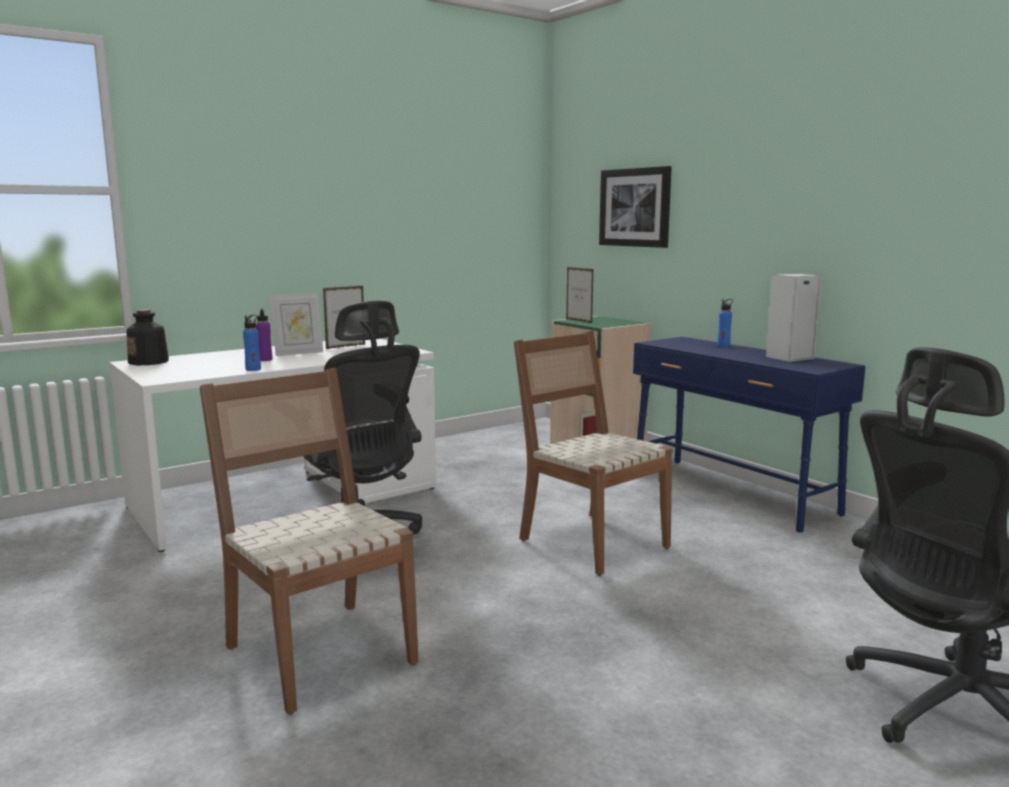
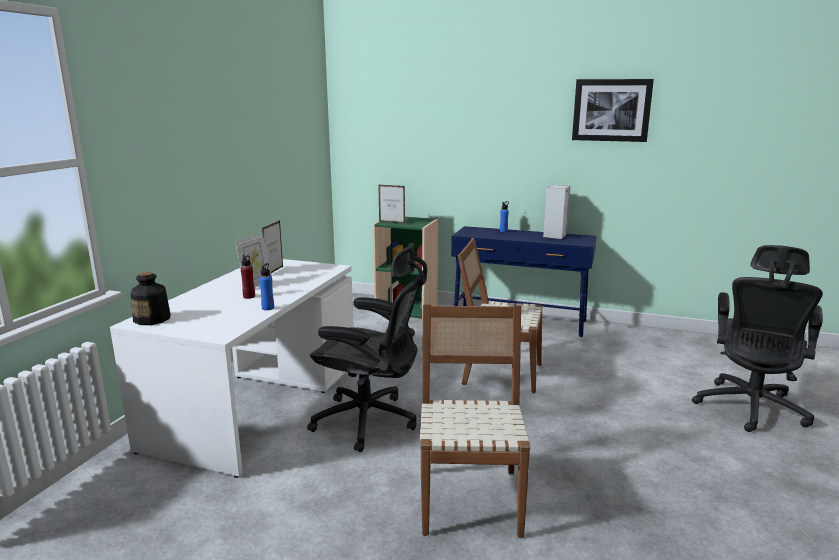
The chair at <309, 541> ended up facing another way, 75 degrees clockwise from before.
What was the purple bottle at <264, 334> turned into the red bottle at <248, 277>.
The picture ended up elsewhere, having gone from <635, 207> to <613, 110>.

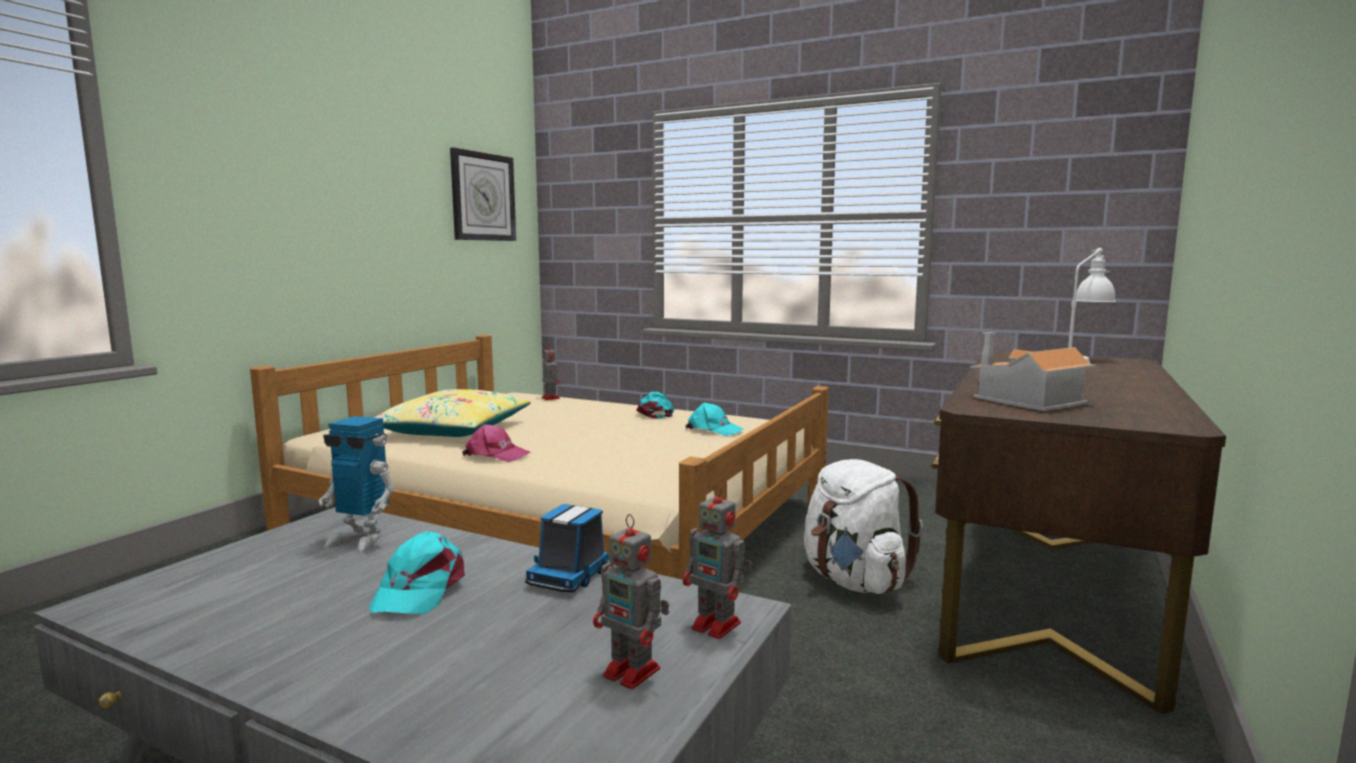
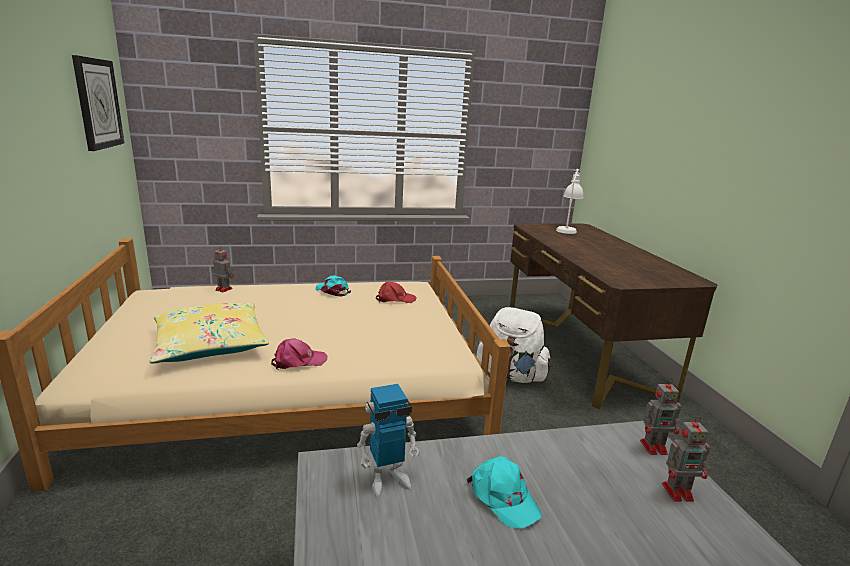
The second view lost the model truck at <567, 548>.
What was the blue-green baseball cap at <714, 419> turned into the red baseball cap at <396, 292>.
The second view lost the miniature house at <1033, 371>.

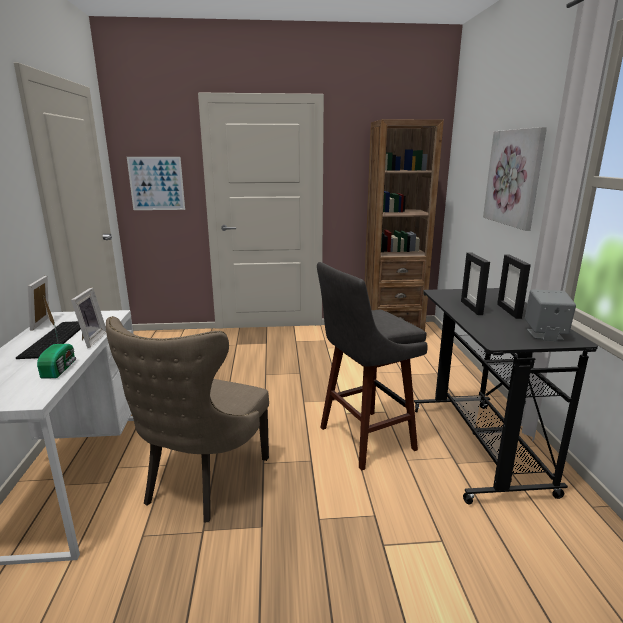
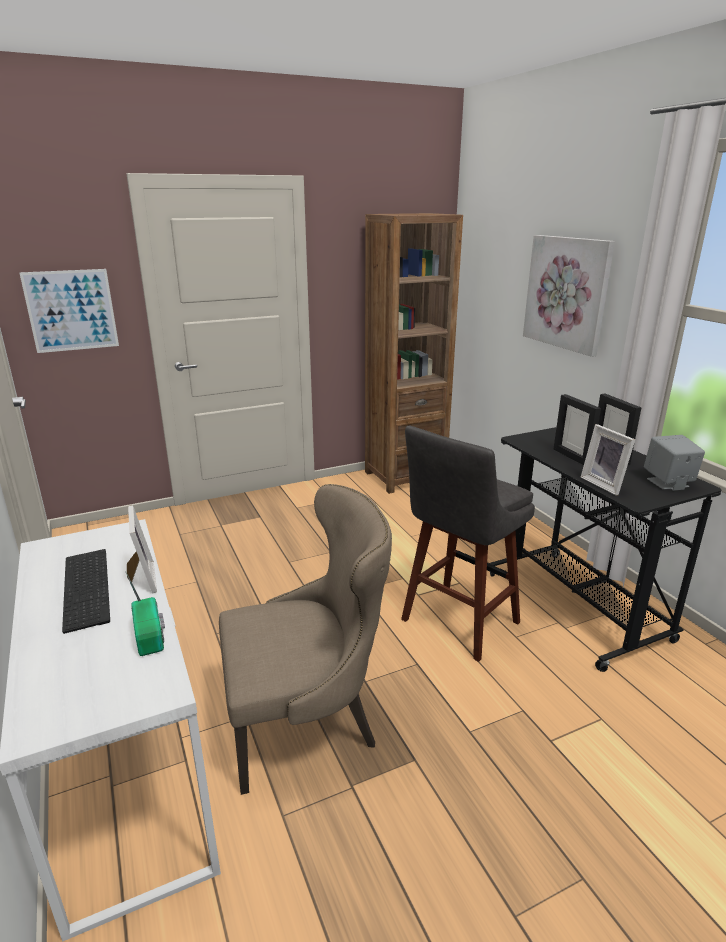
The picture frame ended up elsewhere, having gone from <41, 303> to <608, 460>.
The sand-coloured chair at <187, 419> ended up facing another way, 105 degrees counterclockwise from before.

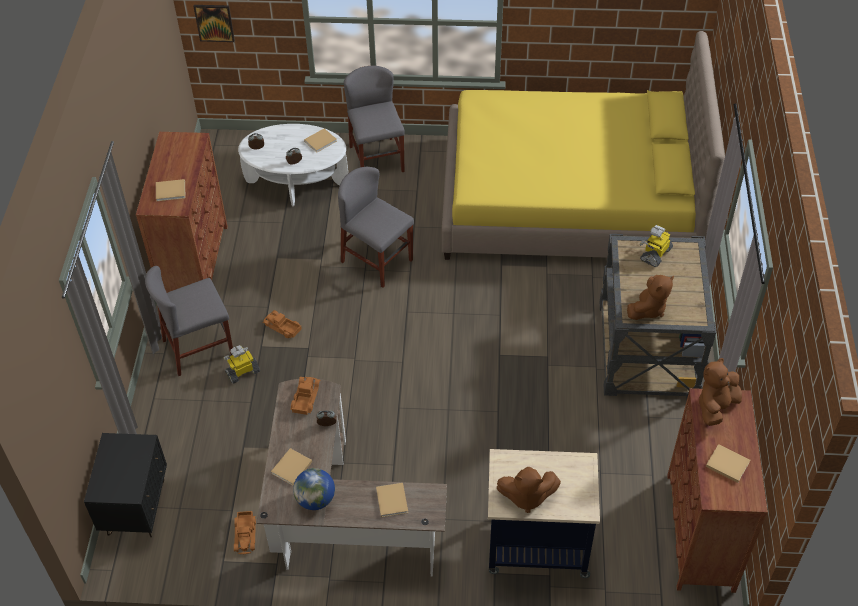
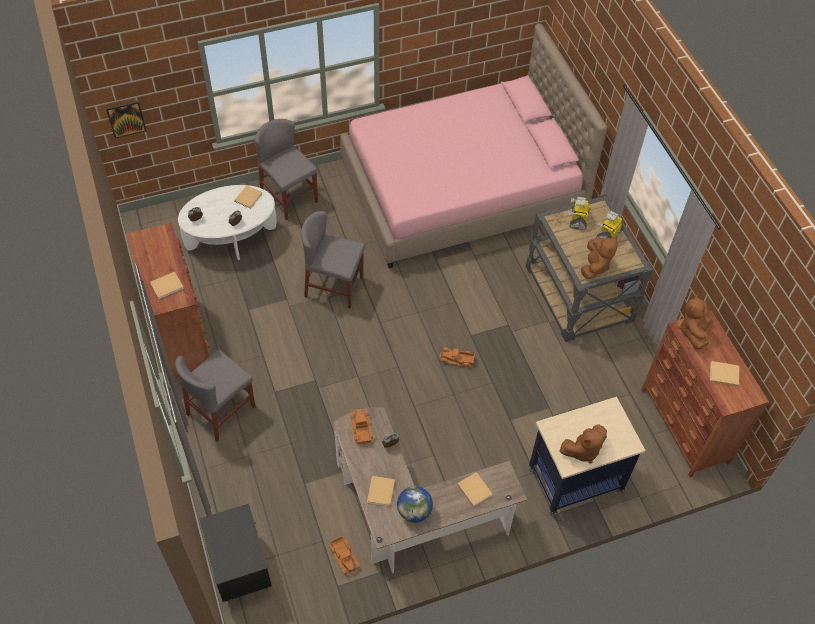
The model robot ended up elsewhere, having gone from <241, 364> to <610, 225>.
The model truck ended up elsewhere, having gone from <282, 324> to <457, 357>.
What was the yellow-coloured bedroom bed at <583, 145> turned into the pinkish bedroom bed at <474, 146>.

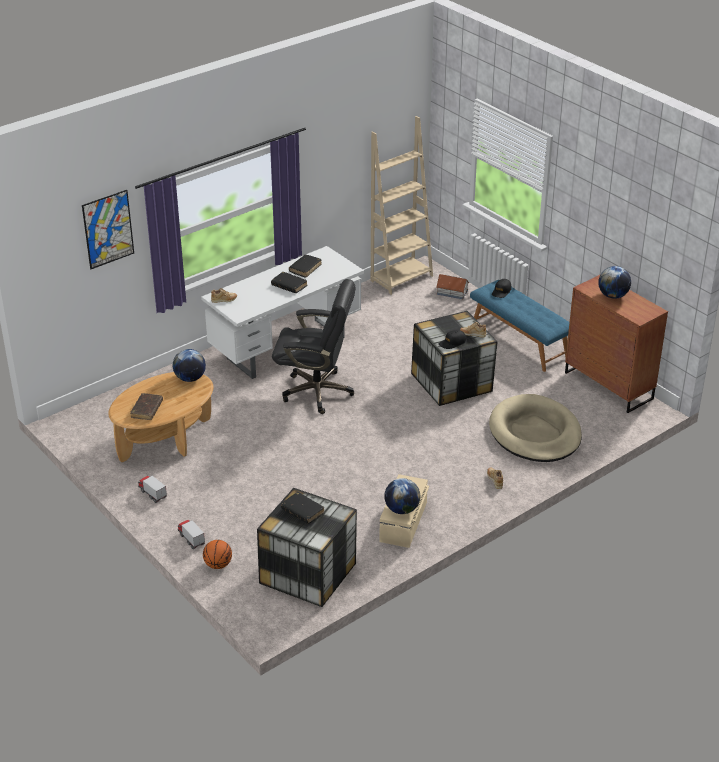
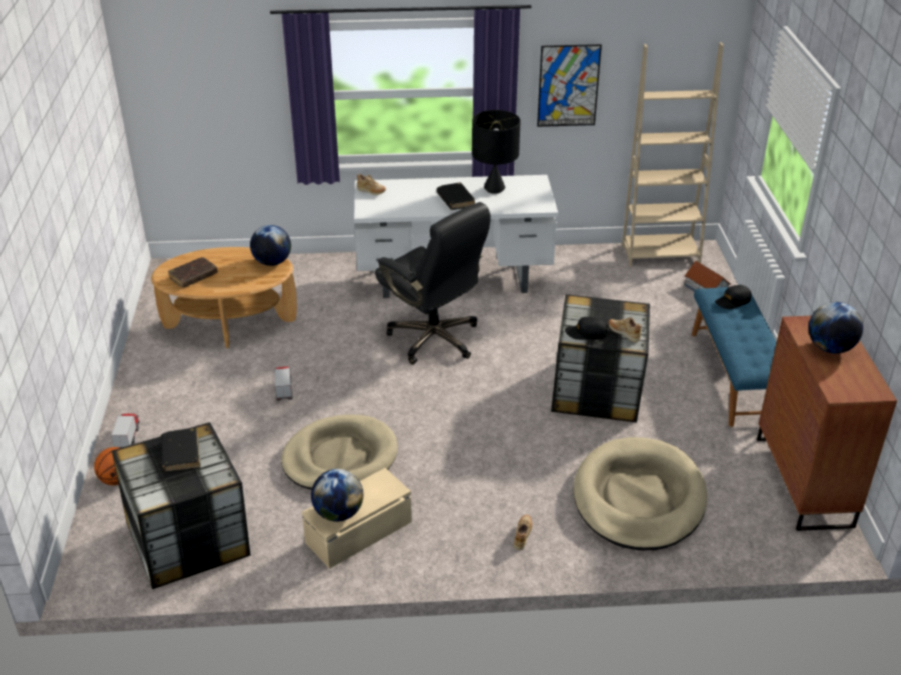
The picture ended up elsewhere, having gone from <108, 229> to <569, 85>.
The model truck ended up elsewhere, having gone from <152, 489> to <283, 384>.
Where the black-coloured bound book stood at <305, 266>, the black-coloured lamp for a table came to stand at <496, 152>.
The second view gained the sand-coloured dog cushion at <339, 452>.

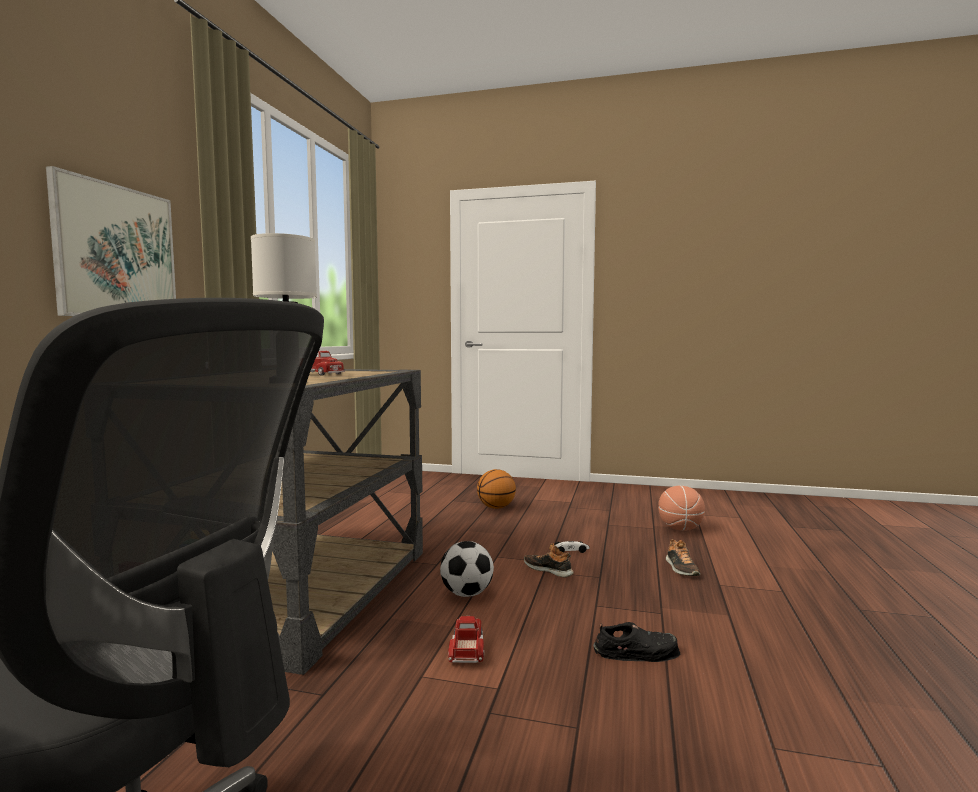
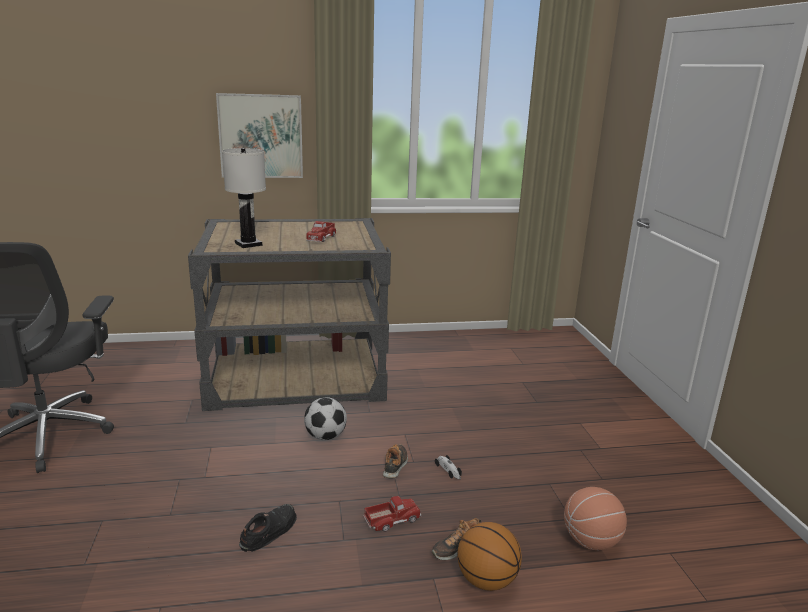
The model truck ended up elsewhere, having gone from <466, 639> to <392, 514>.
The basketball ended up elsewhere, having gone from <496, 489> to <489, 556>.
The black-coloured shoe at <636, 642> ended up facing another way, 120 degrees counterclockwise from before.

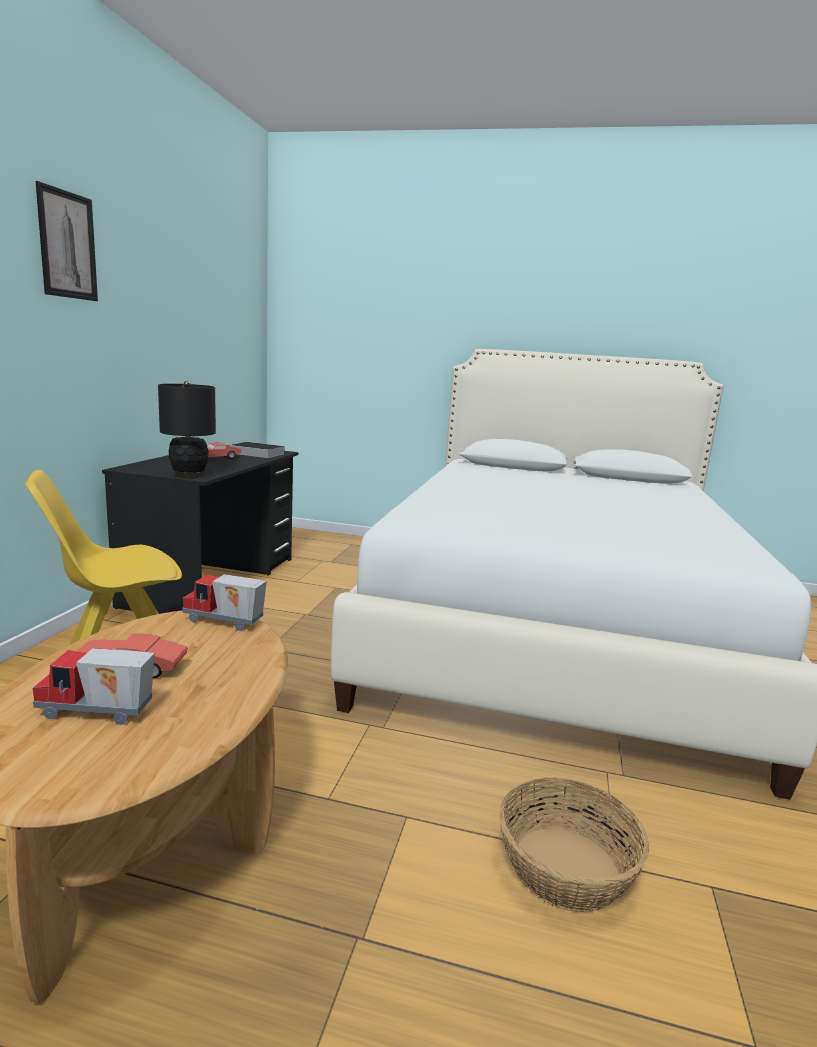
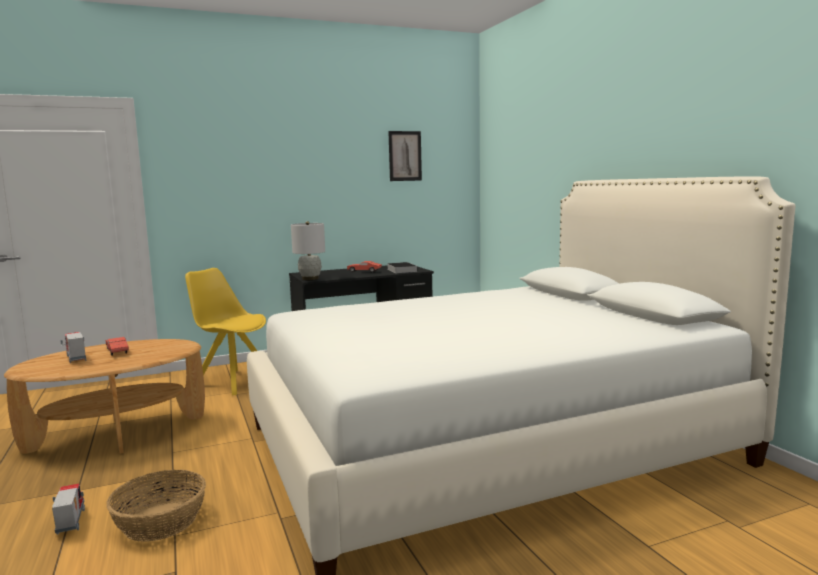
The picture ended up elsewhere, having gone from <67, 241> to <405, 156>.
What was the black-coloured lamp for a table at <187, 429> turned into the whitish lamp for a table at <308, 250>.
The model truck ended up elsewhere, having gone from <224, 602> to <68, 509>.

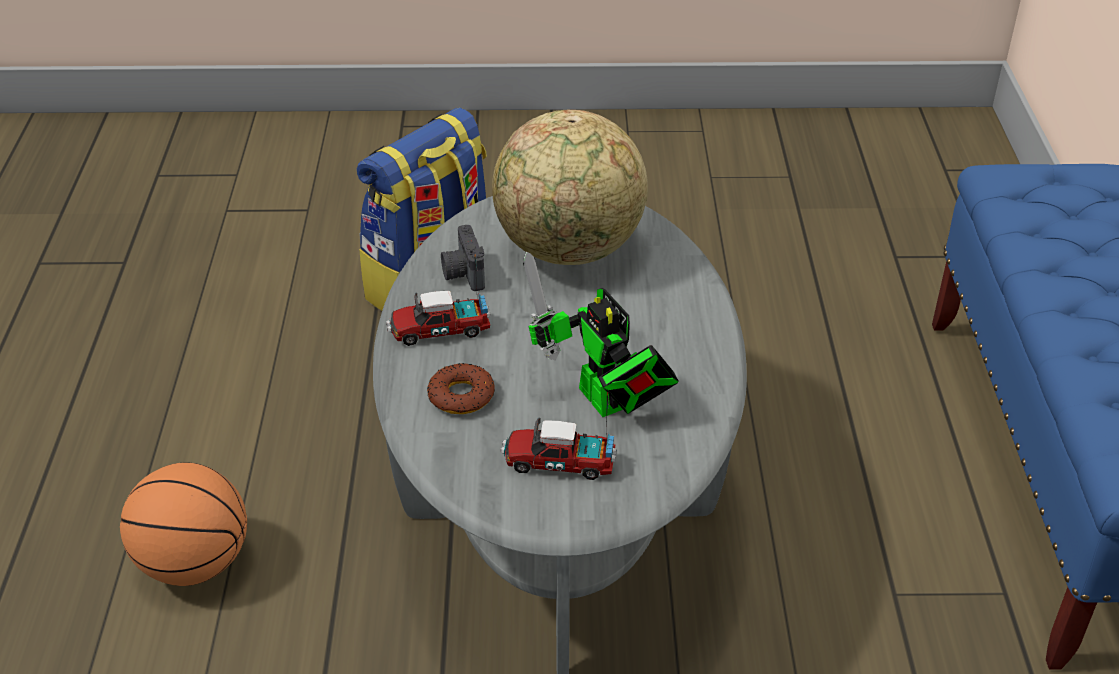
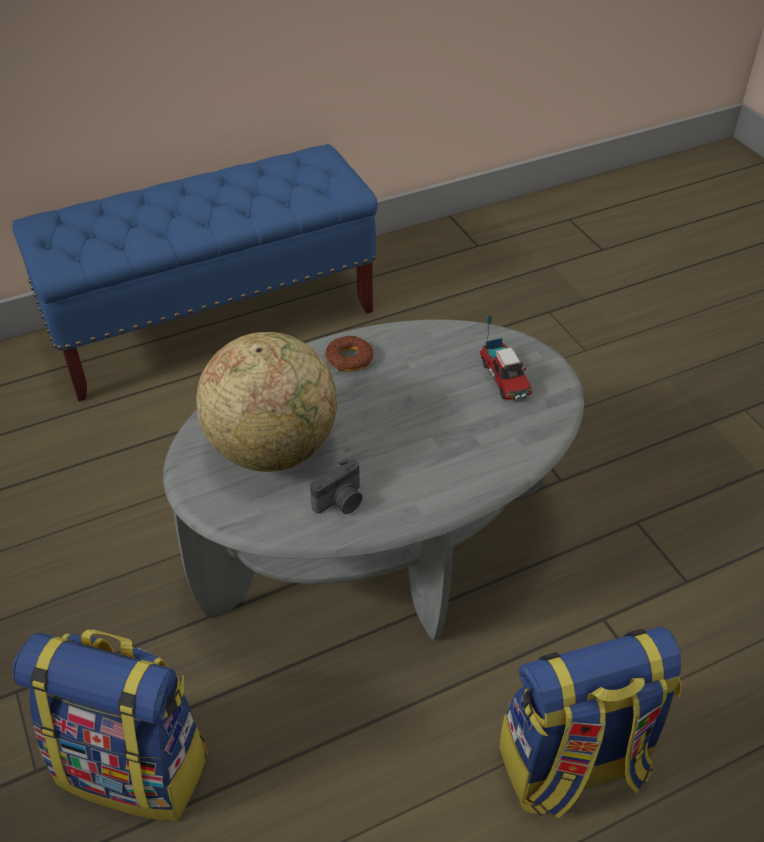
Where the basketball stood at <183, 524>, the rucksack came to stand at <590, 722>.
The second view lost the model truck at <438, 300>.
The donut ended up elsewhere, having gone from <461, 388> to <349, 354>.
The second view lost the model robot at <601, 334>.

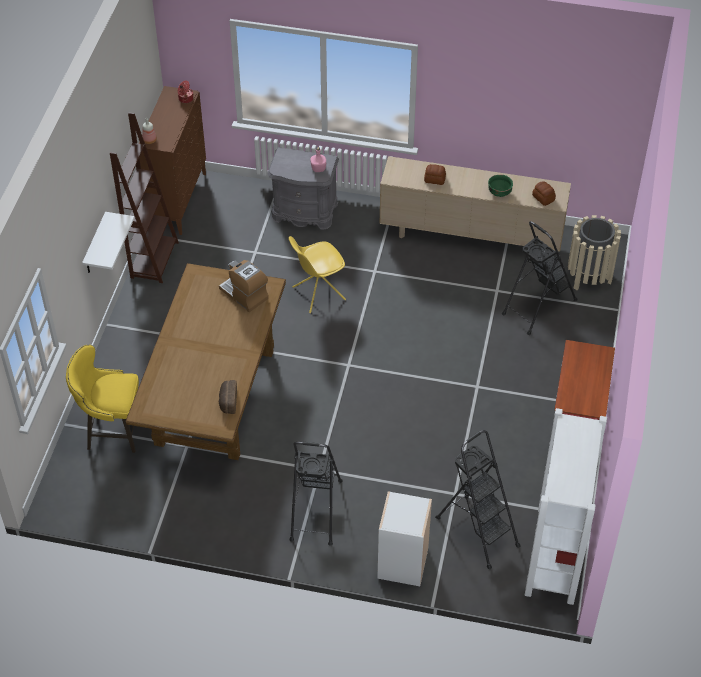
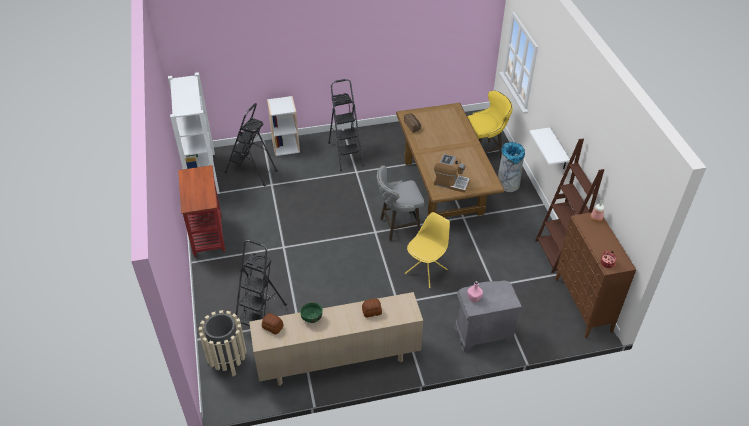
The second view gained the grey stool at <400, 203>.
The second view gained the grey waste bin at <511, 167>.

